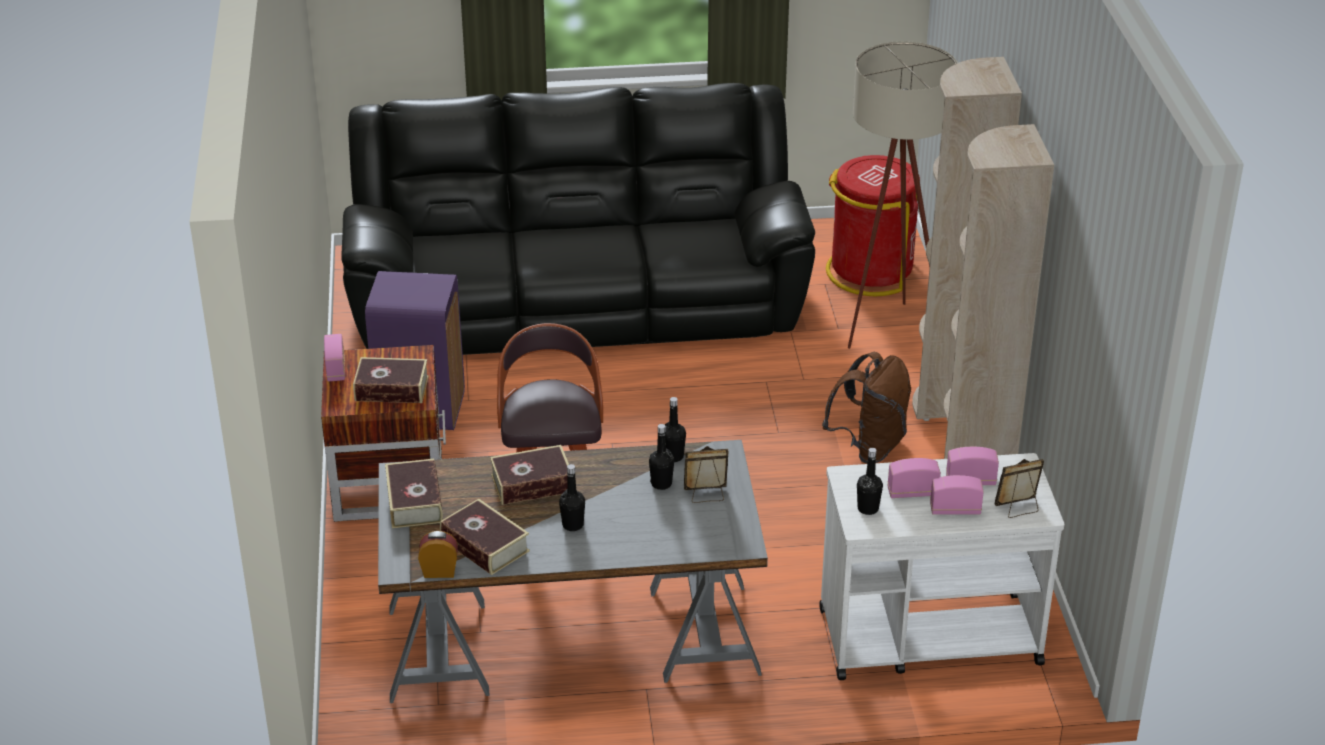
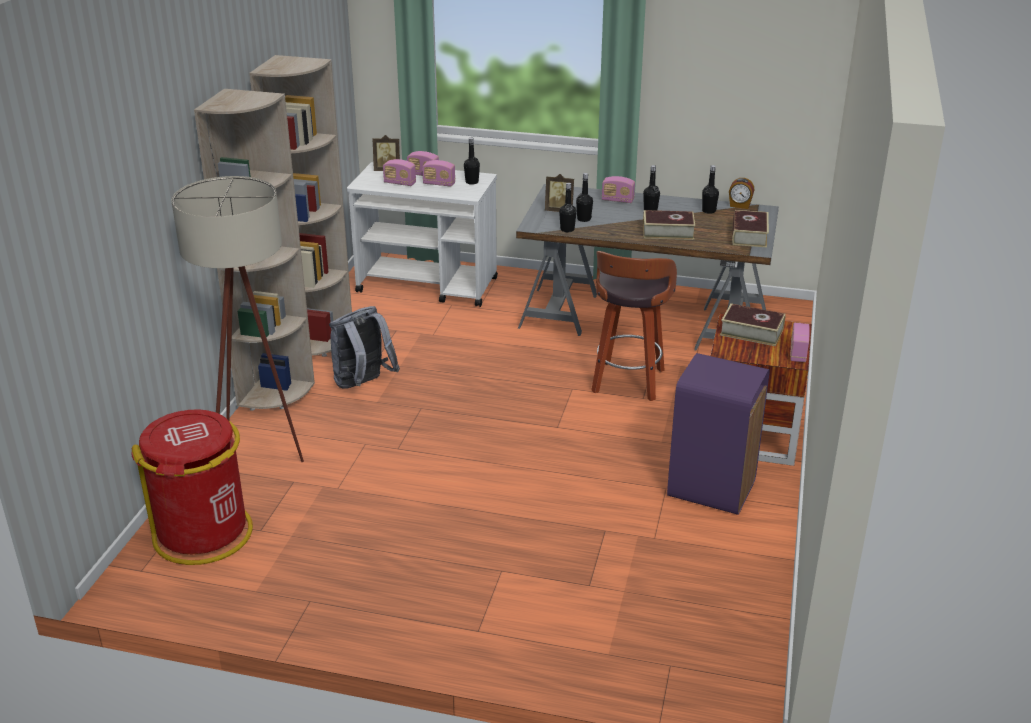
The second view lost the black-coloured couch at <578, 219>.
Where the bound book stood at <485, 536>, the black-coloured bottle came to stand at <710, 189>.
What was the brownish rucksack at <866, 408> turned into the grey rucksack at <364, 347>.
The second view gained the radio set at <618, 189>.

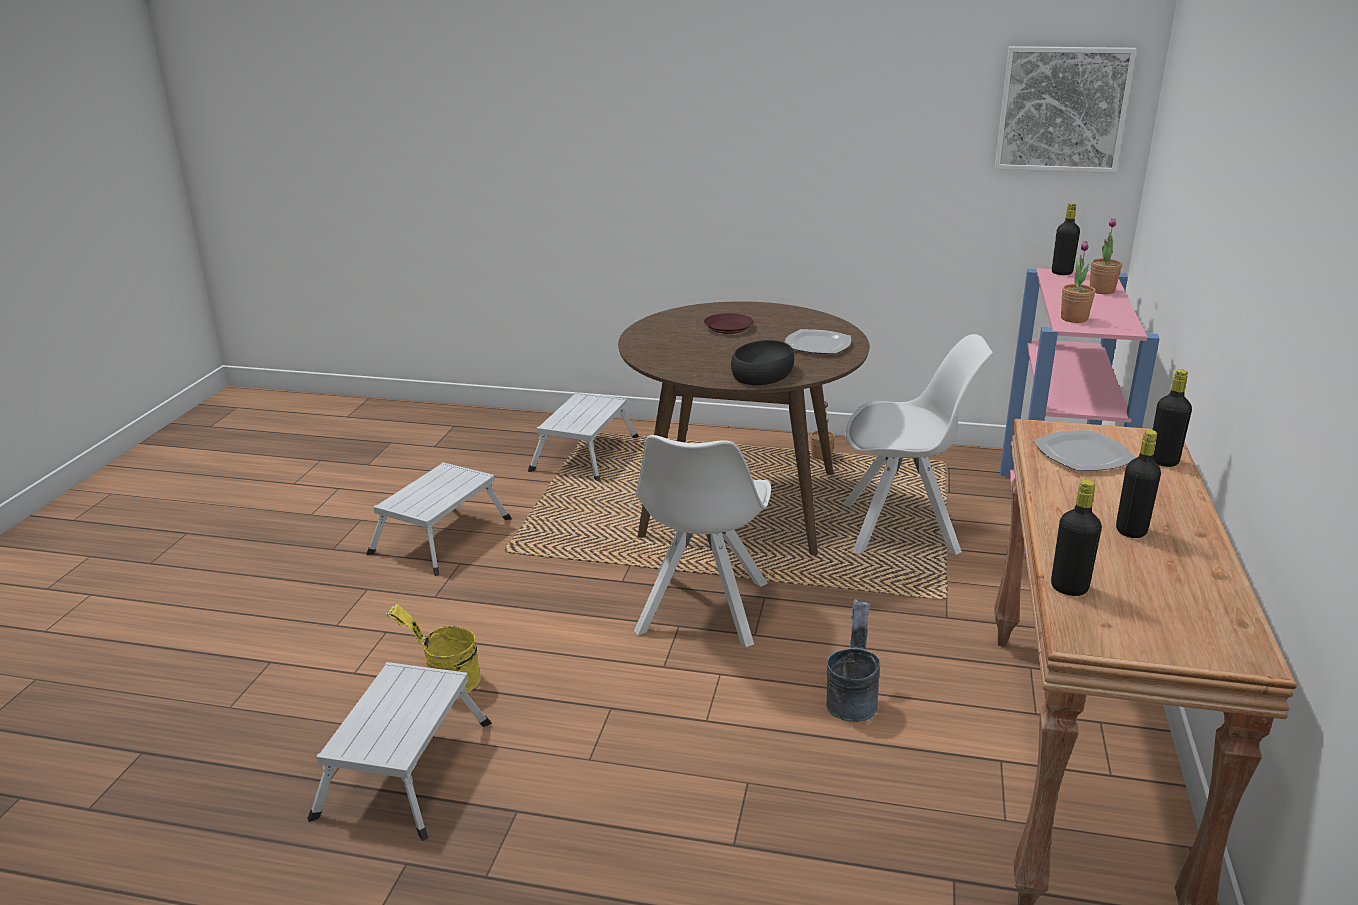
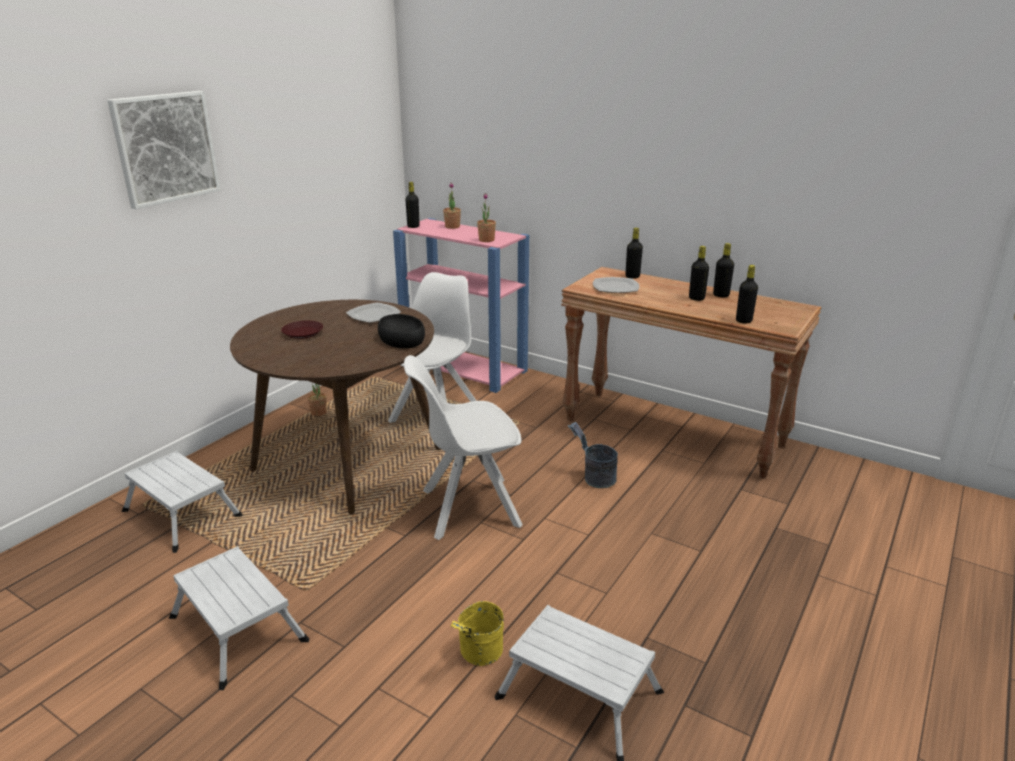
The whitish chair at <702, 541> ended up facing another way, 135 degrees clockwise from before.
The picture ended up elsewhere, having gone from <1066, 109> to <163, 150>.
The second view gained the black-coloured bottle at <723, 270>.

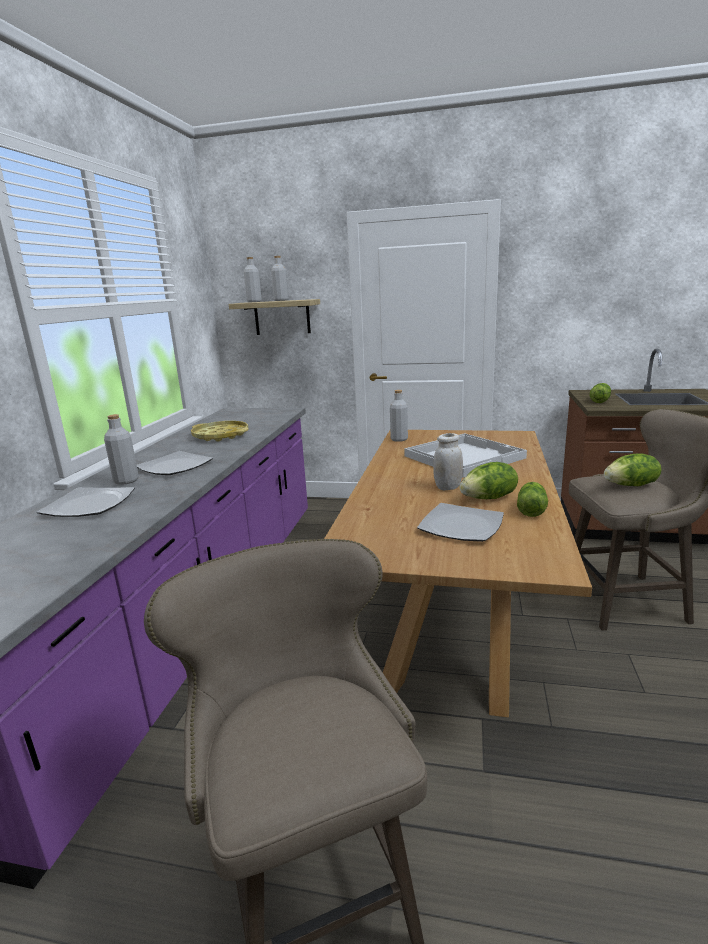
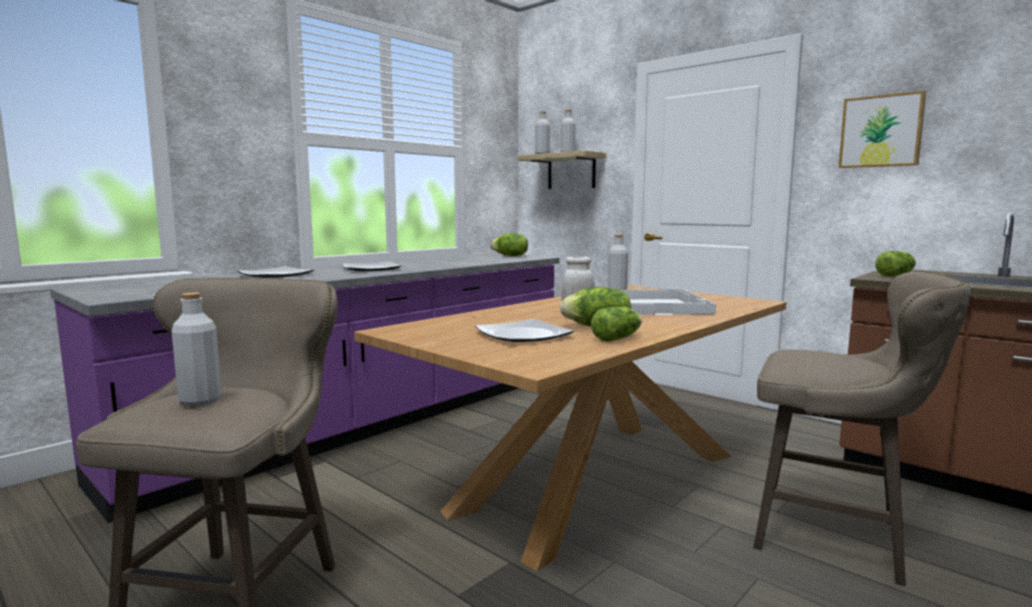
The grey bottle ended up elsewhere, having gone from <121, 449> to <197, 349>.
The second view lost the yellow-coloured serving tray at <220, 431>.
The lettuce ended up elsewhere, having gone from <633, 469> to <509, 244>.
The second view gained the picture at <882, 129>.

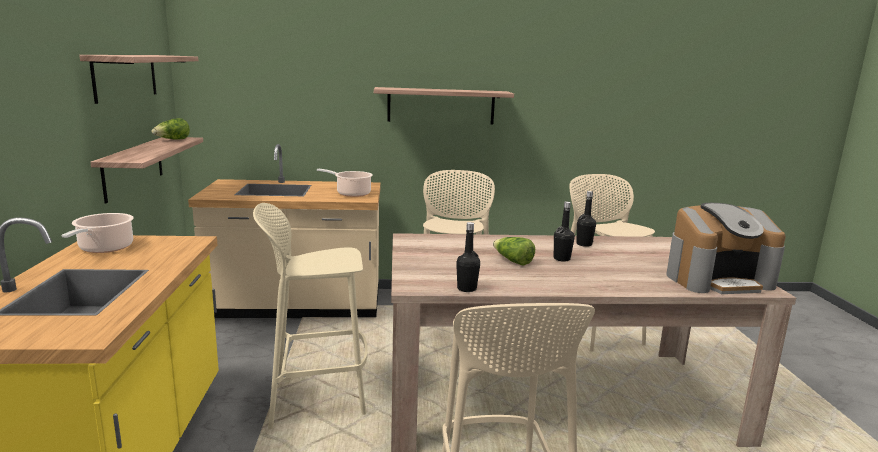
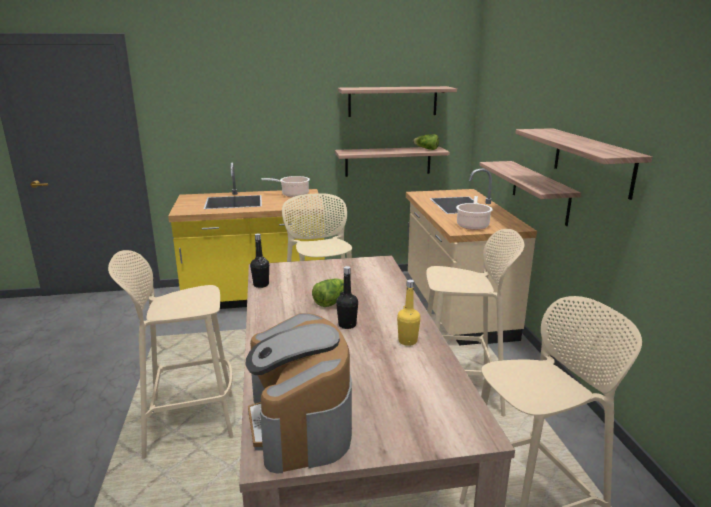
What was the black-coloured bottle at <586, 219> turned into the yellow-coloured bottle at <409, 313>.
The second view gained the bracket shelf at <530, 193>.

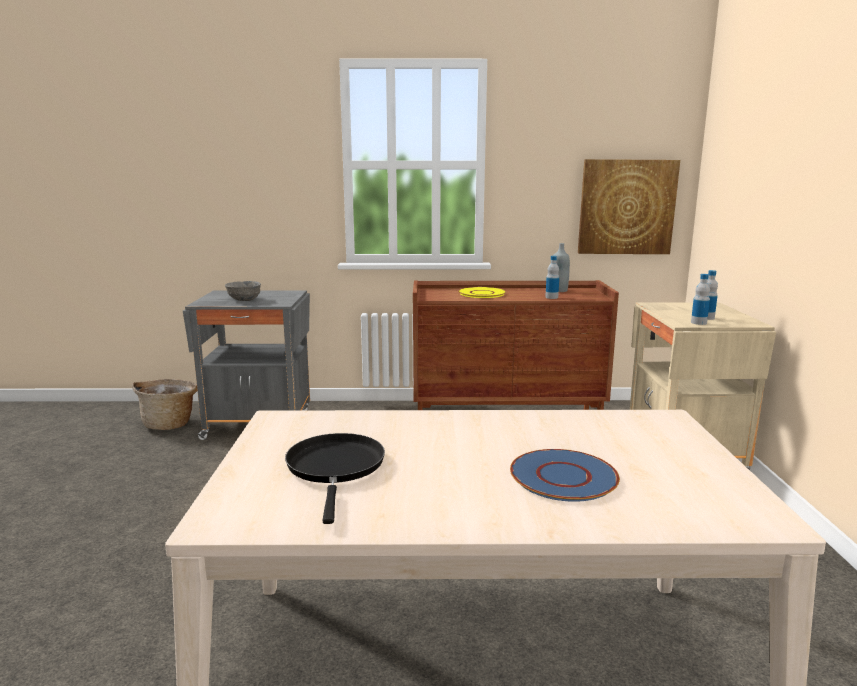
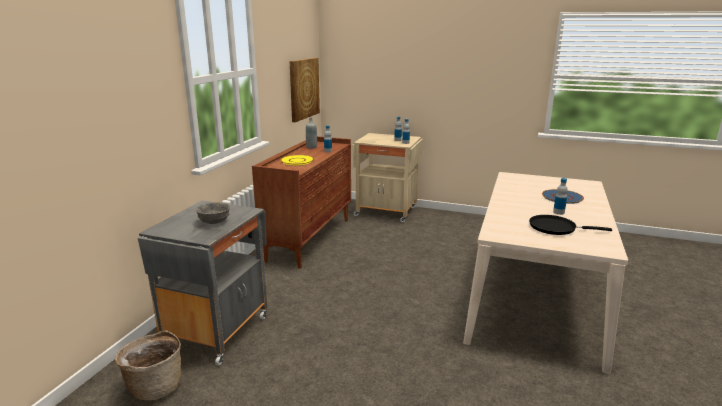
The second view gained the bottle at <560, 196>.

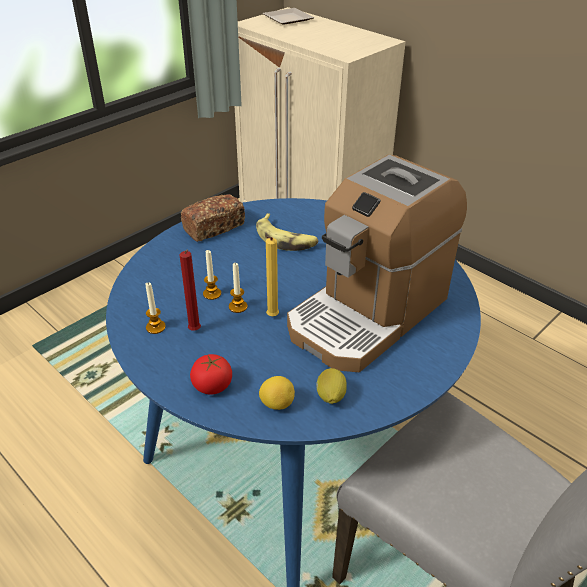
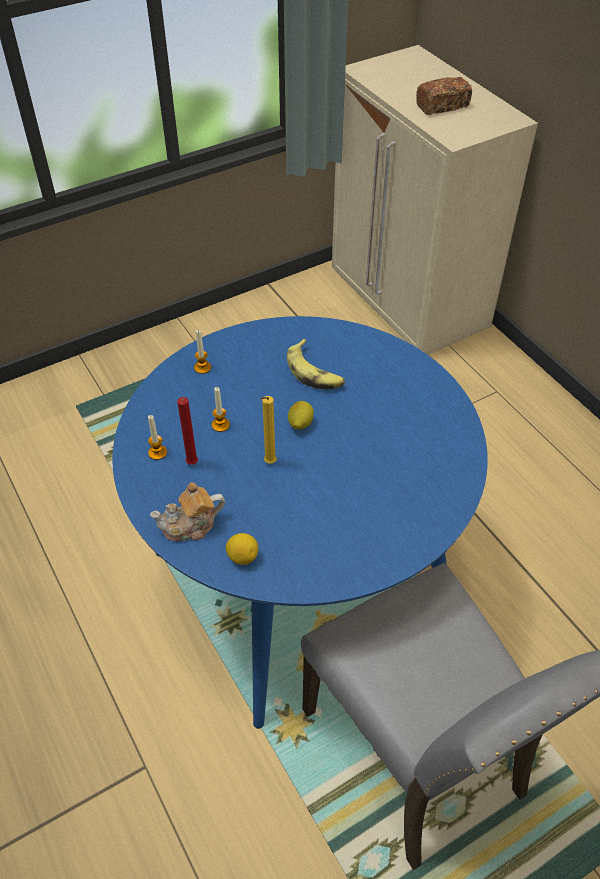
The bakery bread ended up elsewhere, having gone from <213, 218> to <444, 96>.
Where the tomato stood at <211, 374>, the tea pot came to stand at <187, 511>.
The wax light ended up elsewhere, having gone from <238, 288> to <202, 352>.
The second view lost the plate at <288, 16>.
The second view lost the coffee machine at <377, 263>.
The lemon ended up elsewhere, having gone from <331, 386> to <301, 415>.

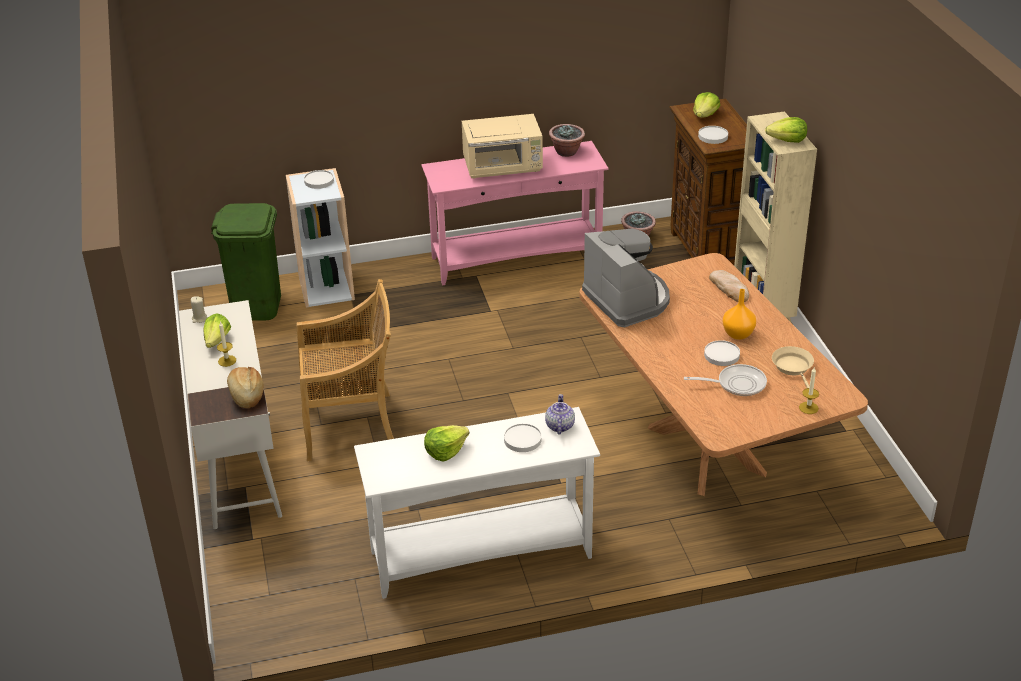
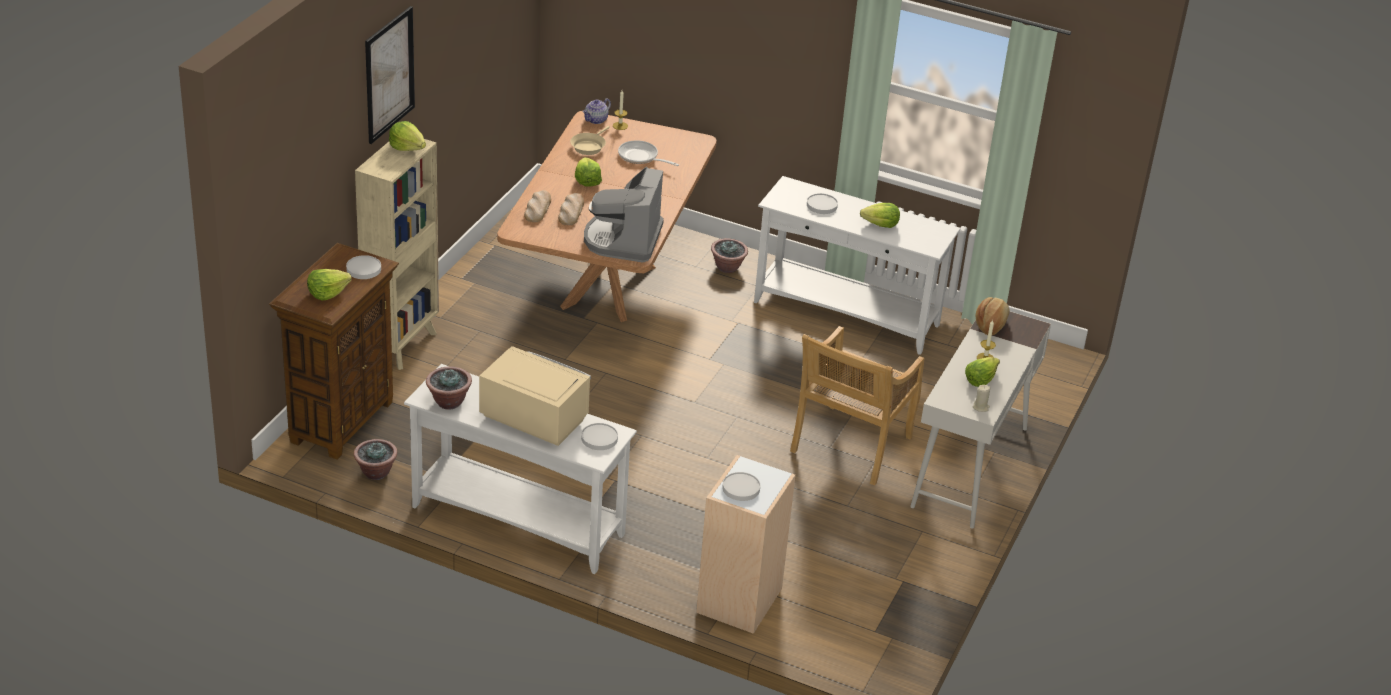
The second view lost the greenish waste bin at <246, 262>.
The sand-coloured chair at <345, 370> ended up facing another way, 90 degrees counterclockwise from before.
What was the pinkish hall table at <515, 213> turned into the whitish hall table at <520, 469>.
The tea pot ended up elsewhere, having gone from <560, 414> to <597, 111>.
The whitish plate ended up elsewhere, having gone from <722, 353> to <599, 436>.
Where the orangey decorative vase stood at <739, 314>, the lettuce came to stand at <588, 172>.
The second view gained the picture at <390, 75>.
The second view gained the bakery bread at <571, 209>.
The second view gained the houseplant at <729, 255>.

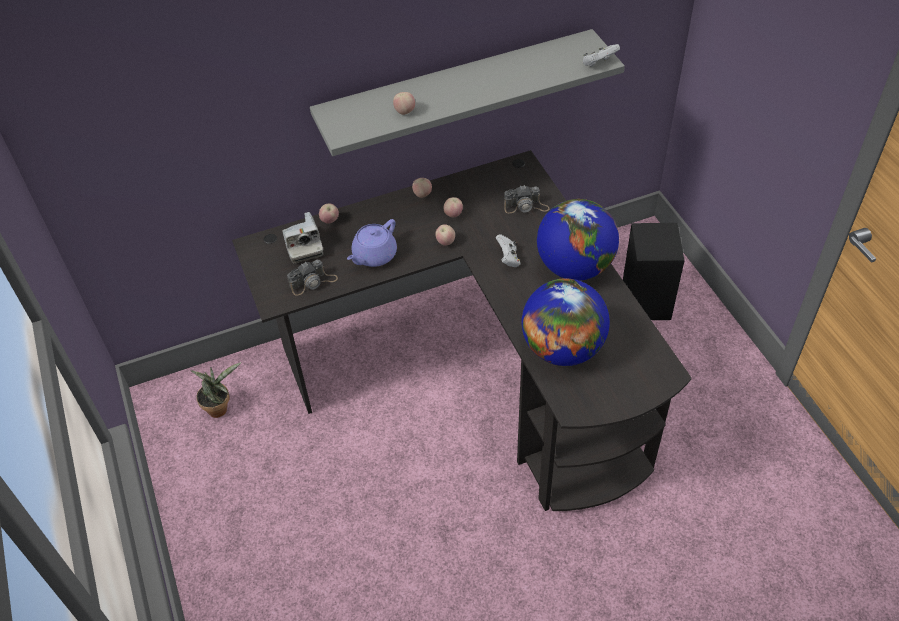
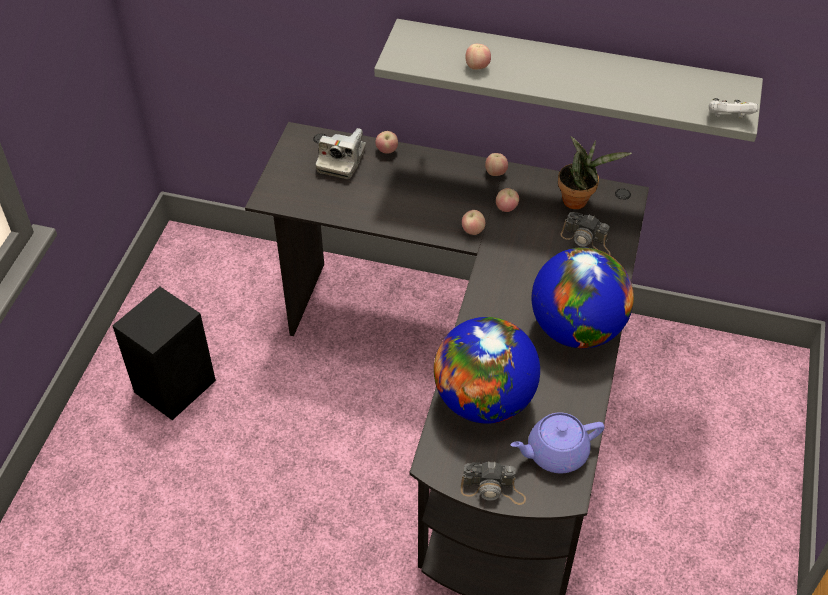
The houseplant ended up elsewhere, having gone from <216, 390> to <595, 172>.
The photo camera ended up elsewhere, having gone from <312, 278> to <493, 483>.
The purple tea pot ended up elsewhere, having gone from <372, 243> to <557, 443>.
The second view lost the whitish game controller at <508, 250>.
The black-coloured loudspeaker ended up elsewhere, having gone from <654, 271> to <164, 353>.

